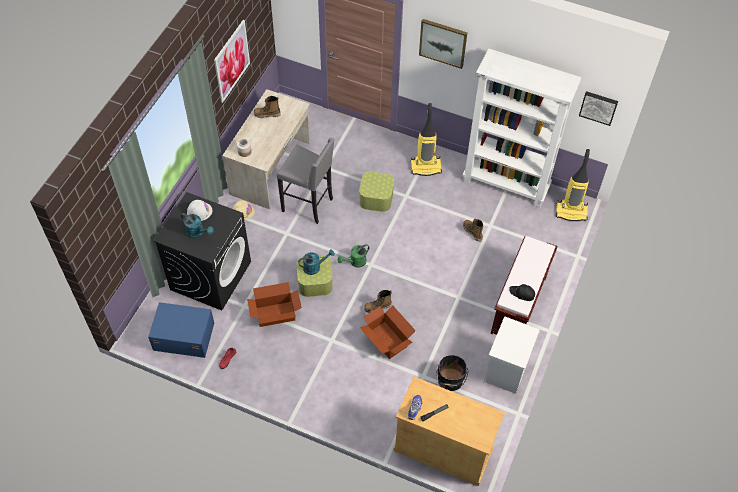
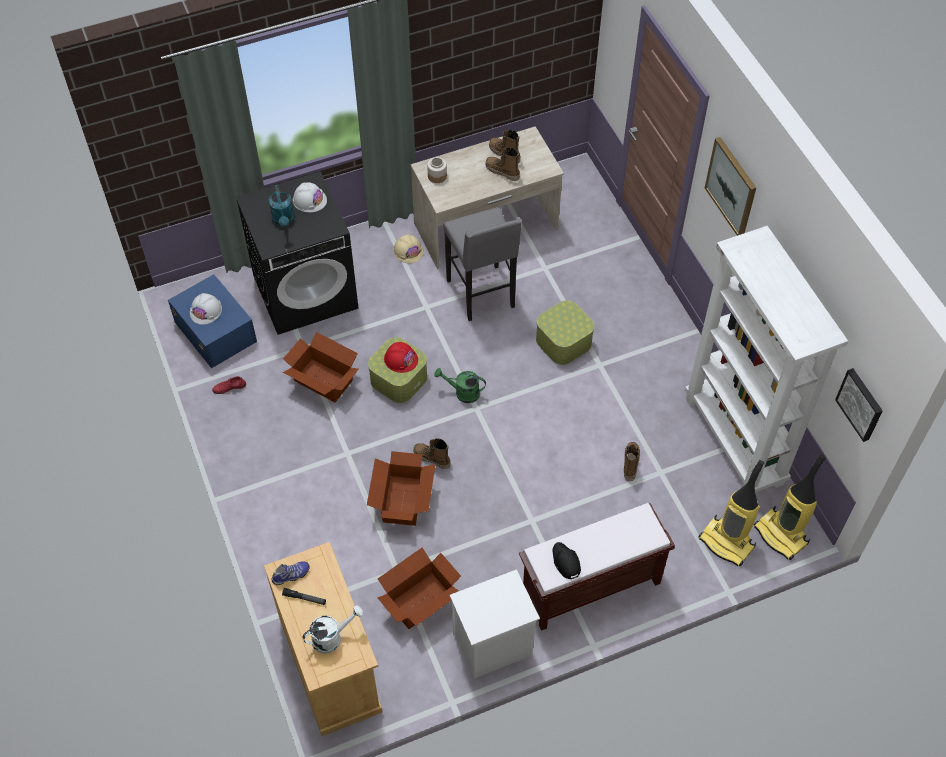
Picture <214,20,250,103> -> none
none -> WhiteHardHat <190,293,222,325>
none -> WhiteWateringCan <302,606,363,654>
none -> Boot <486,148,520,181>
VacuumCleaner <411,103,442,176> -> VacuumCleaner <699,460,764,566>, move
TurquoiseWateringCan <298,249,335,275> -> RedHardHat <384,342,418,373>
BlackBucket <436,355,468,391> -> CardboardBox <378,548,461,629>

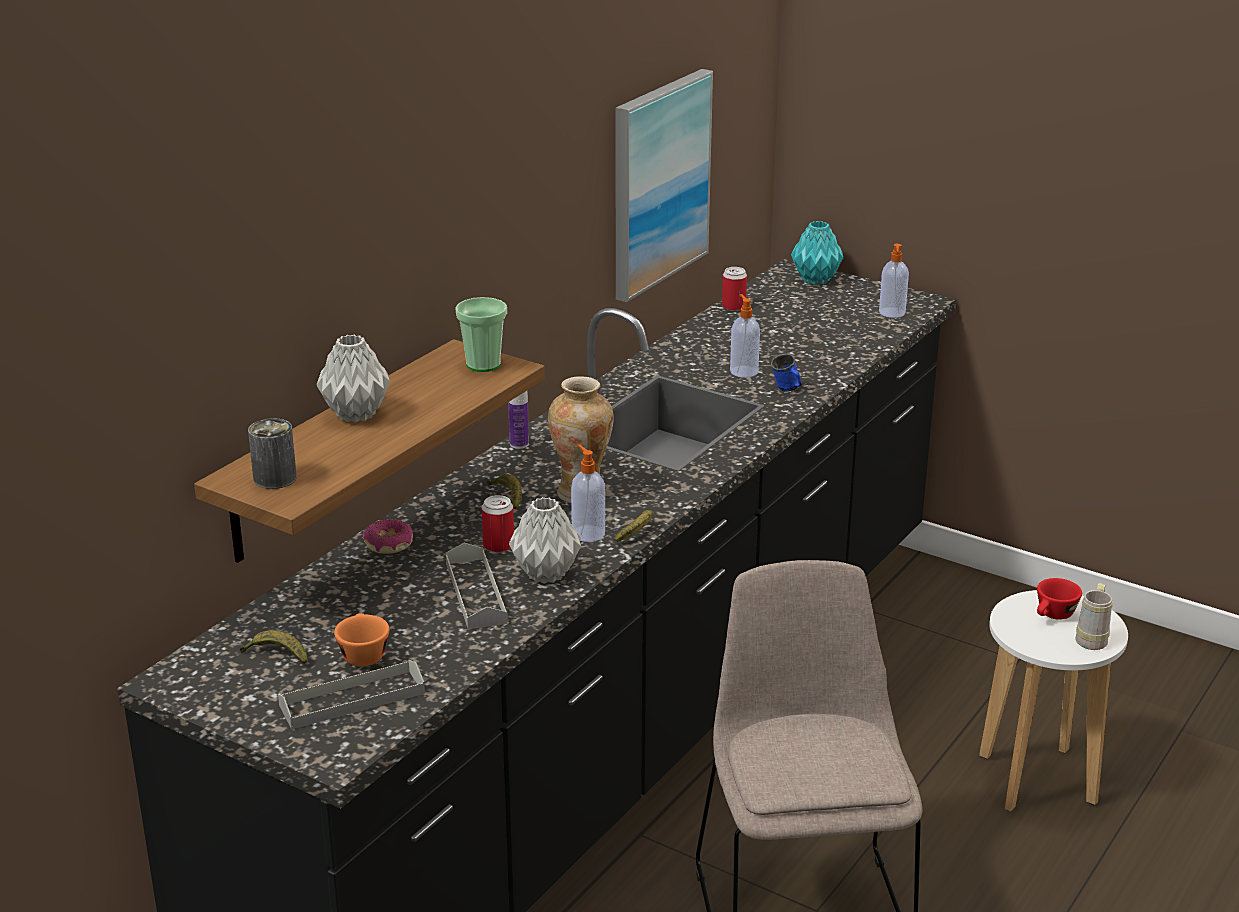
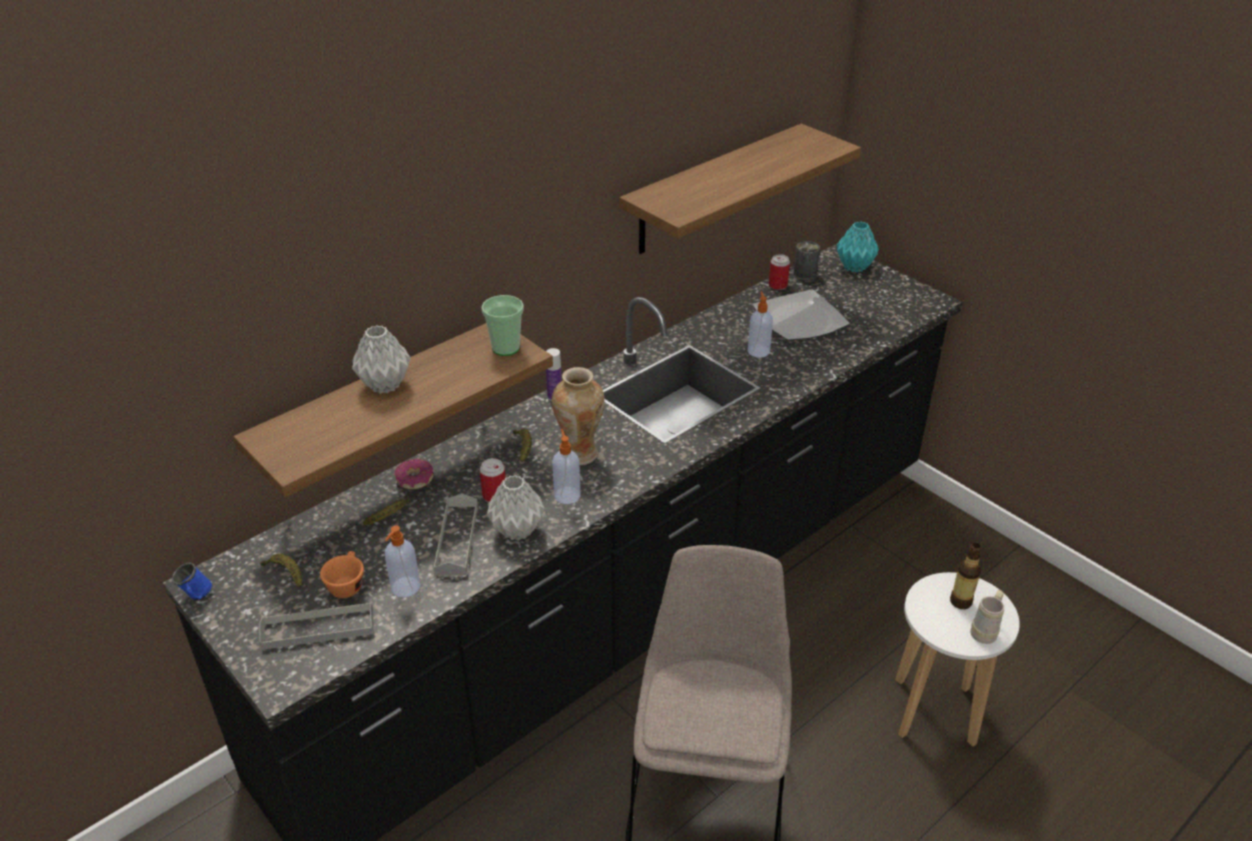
none -> Plate <753,289,850,341>
Can <248,418,297,489> -> Can <794,241,820,280>, move
Banana <614,510,654,542> -> Banana <363,497,409,525>, move
BlueMug <771,353,802,392> -> BlueMug <172,562,212,600>, move
SoapDispenser <879,244,909,318> -> SoapDispenser <385,525,420,597>, move
Picture <616,69,713,302> -> Shelf <619,124,861,254>
RedCup <1037,578,1082,620> -> Bottle <950,542,982,609>

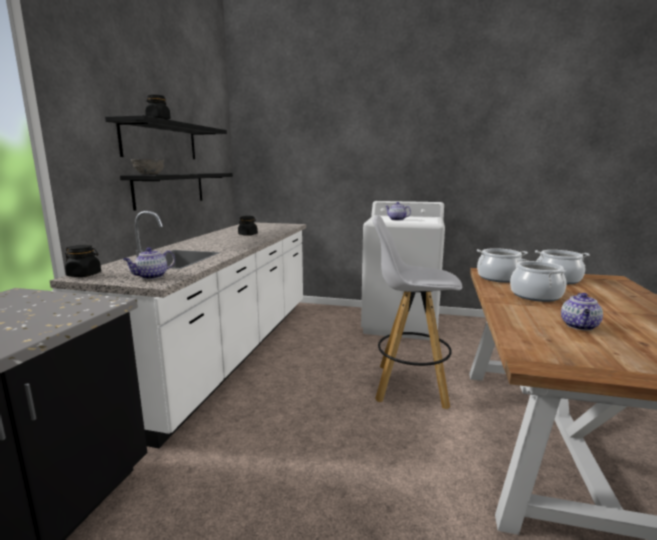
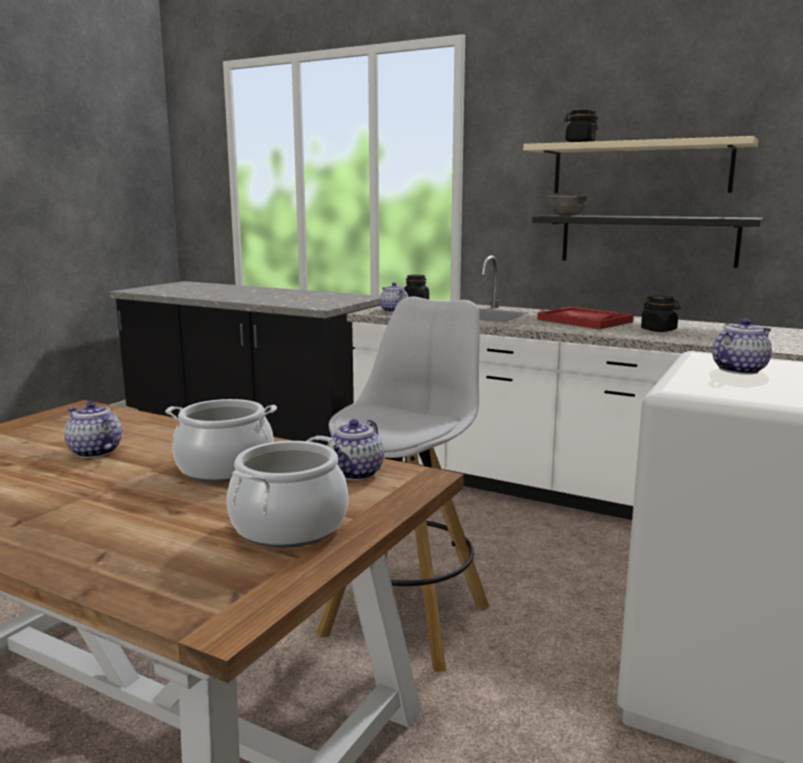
none -> RedTray <537,307,634,329>
CookingPot <477,248,528,283> -> Teapot <327,419,384,480>
BlackShelf <105,115,227,159> -> BeigeShelf <523,136,759,193>

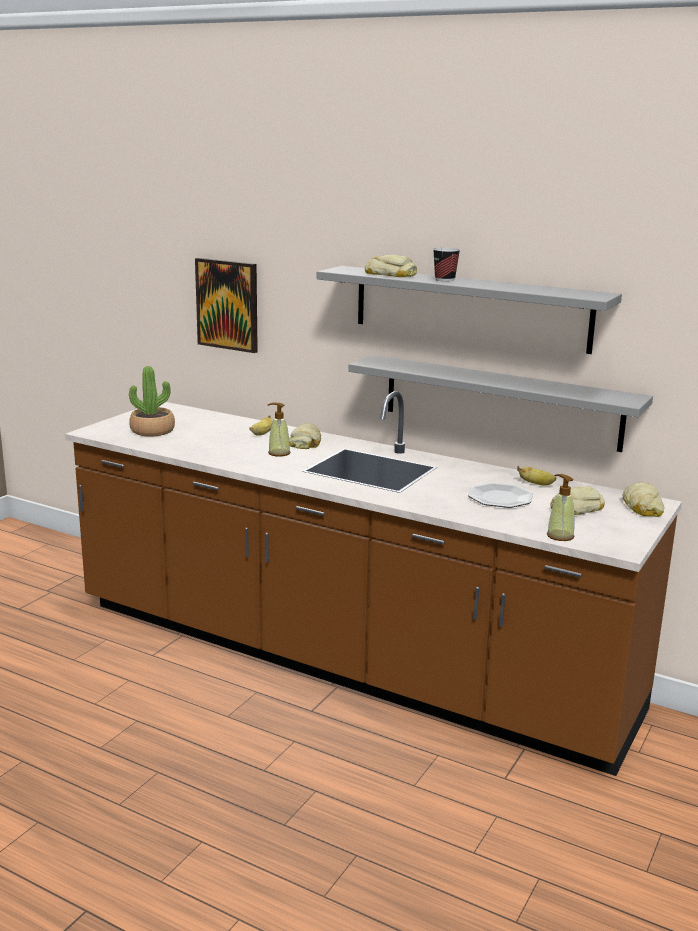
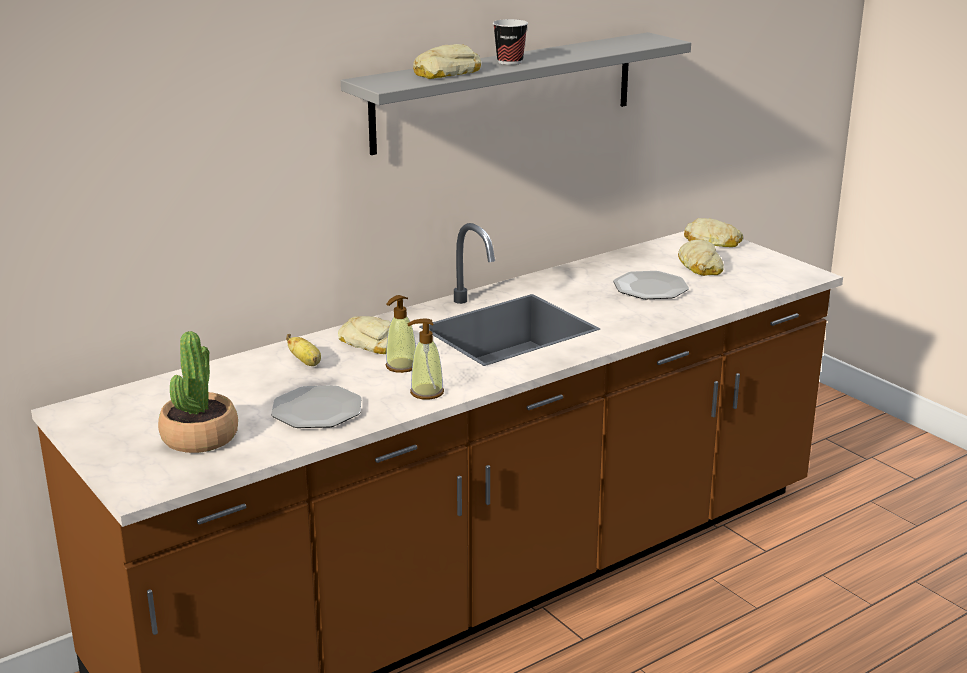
Picture <195,258,258,353> -> none
GreyShelf <348,355,653,452> -> none
Banana <517,466,556,485> -> none
none -> Plate <271,385,362,428>
SoapDispenser <547,474,575,541> -> SoapDispenser <408,318,444,400>, move

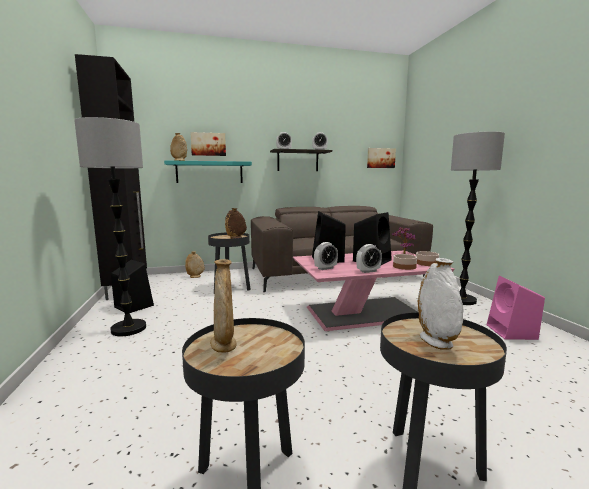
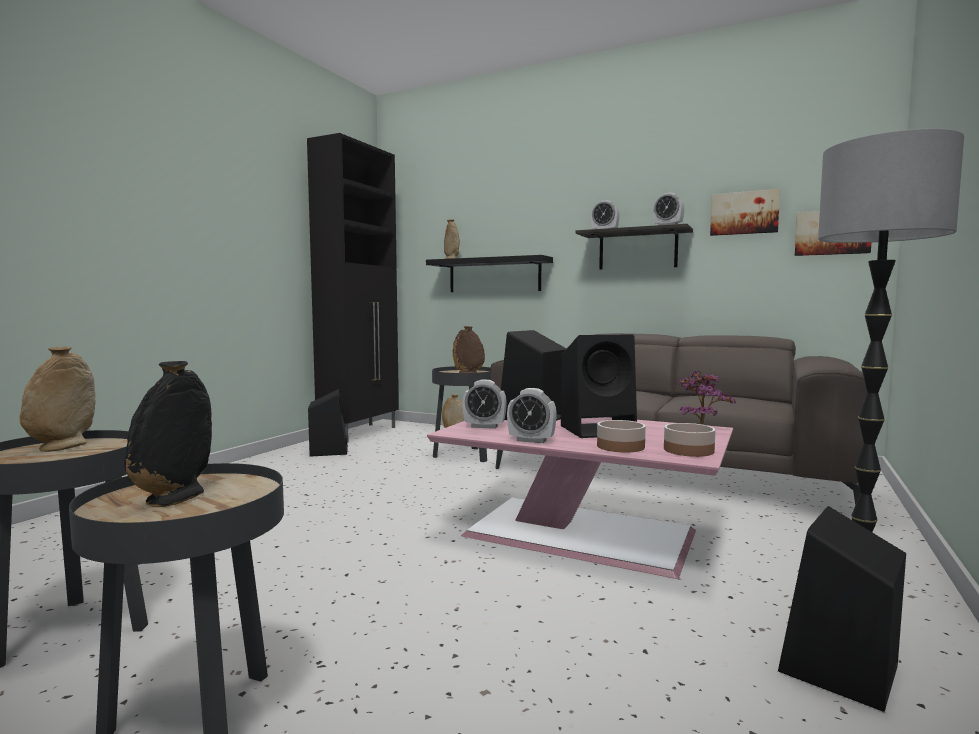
FloorLamp <74,117,146,336> -> none
Picture <190,132,226,156> -> Picture <710,189,780,236>, move
TurquoiseShelf <164,160,252,183> -> BlackShelf <426,255,553,292>
WhiteVase <418,258,463,350> -> BlackVase <124,361,212,507>
PinkSpeaker <487,276,545,340> -> BlackSpeaker <778,506,906,712>

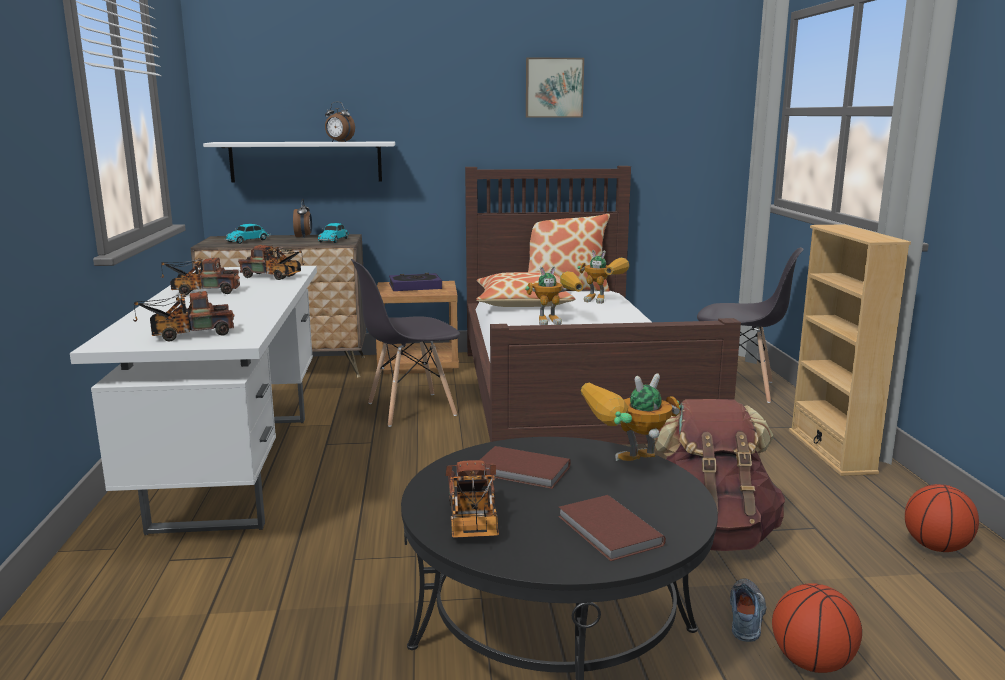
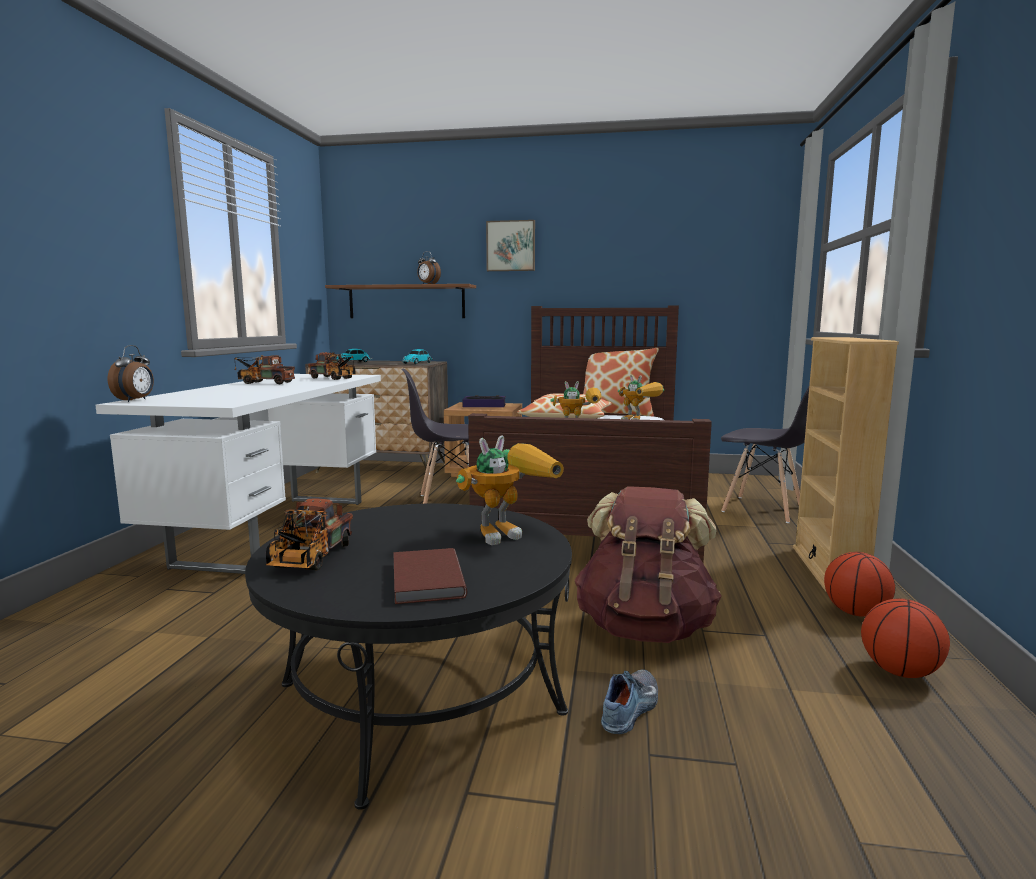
ToyTruck <133,291,234,341> -> none
BrownBook <480,446,571,489> -> none
AlarmClock <293,199,312,238> -> AlarmClock <108,345,154,402>, move
Picture <526,57,584,118> -> Picture <486,220,535,271>, move
Basketball <772,583,862,673> -> Basketball <824,552,895,616>, move
WhiteShelf <203,142,395,183> -> BrownShelf <325,284,476,318>
ToyRobot <581,373,681,461> -> ToyRobot <456,435,564,545>, 150 degrees clockwise

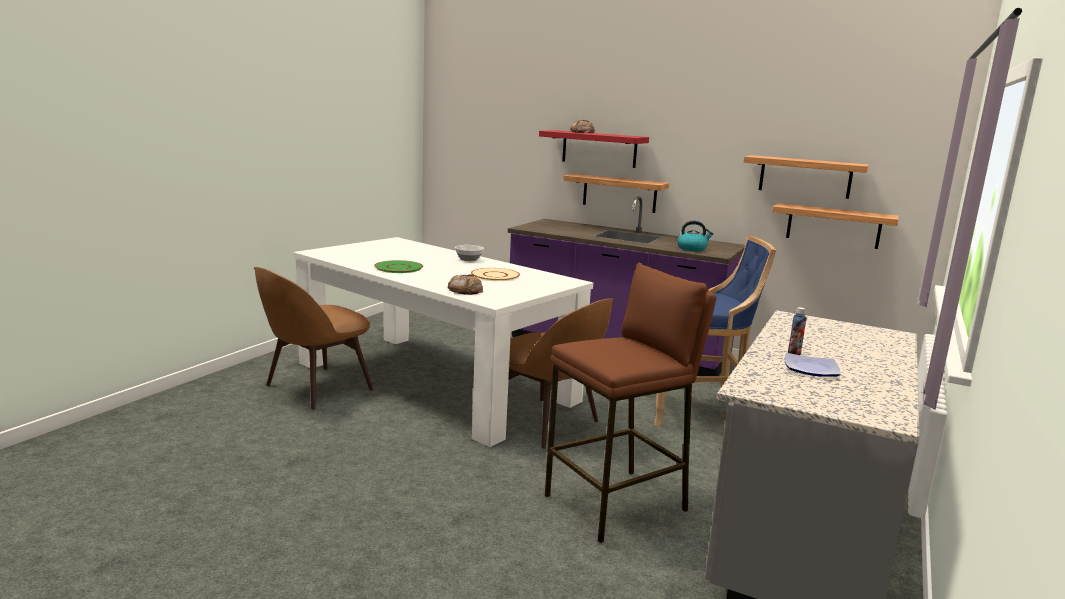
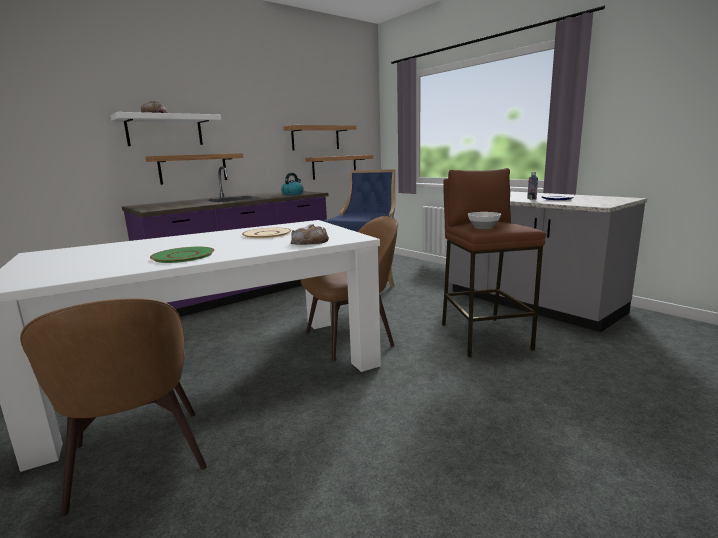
Bowl <455,245,484,261> -> Bowl <468,212,501,229>, move
RedShelf <539,130,649,168> -> WhiteShelf <110,112,221,146>

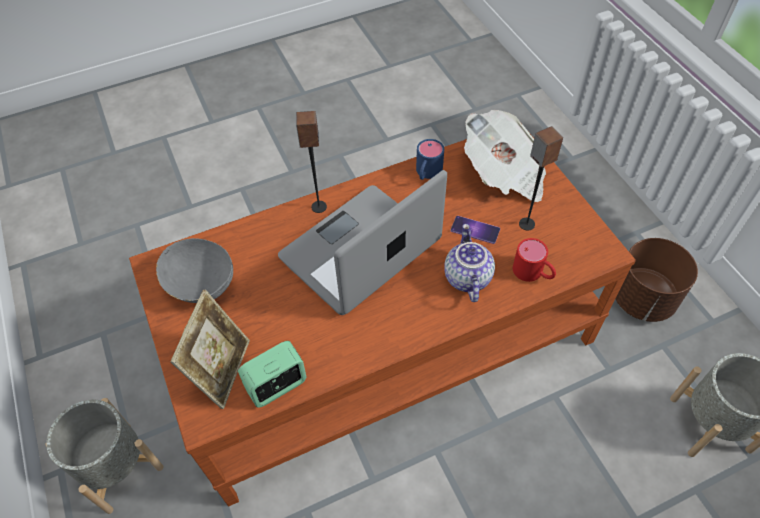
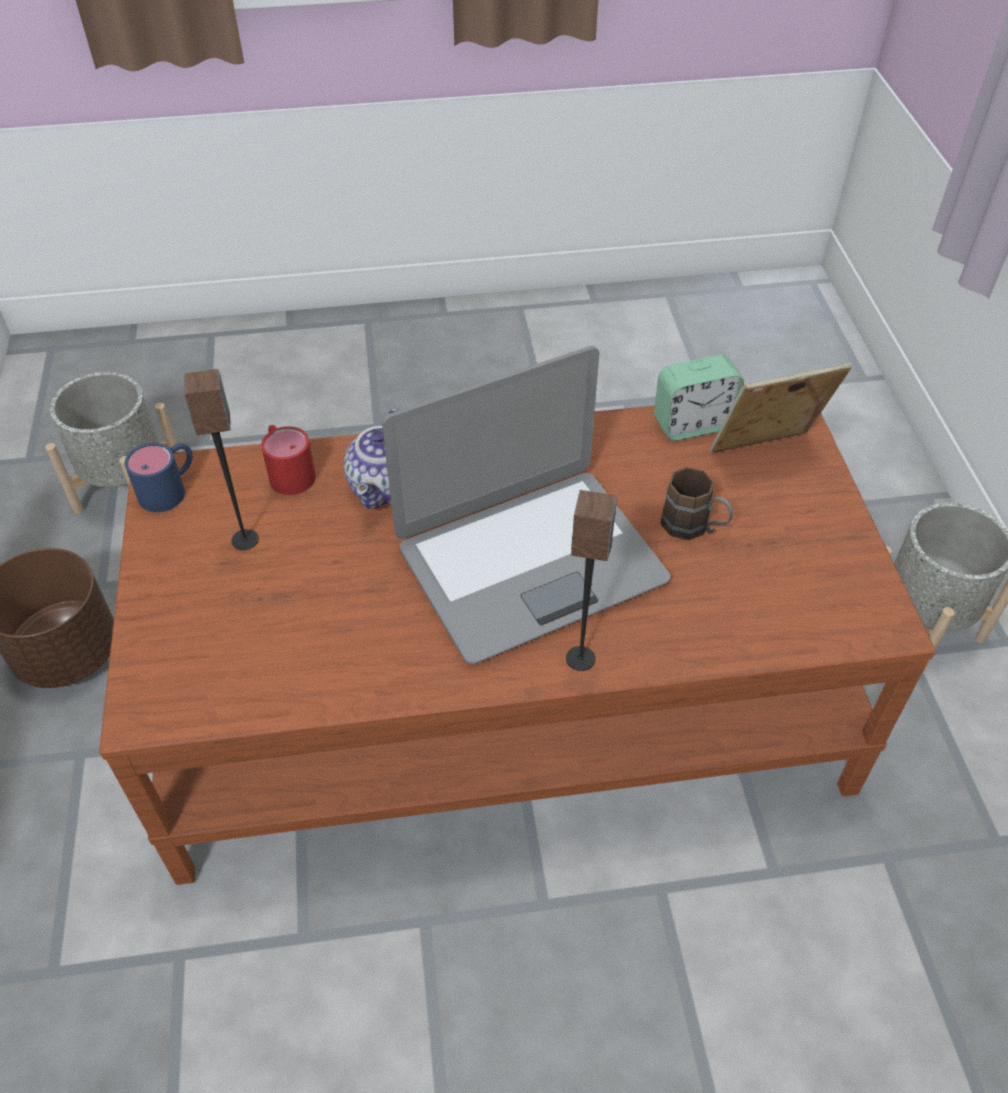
GreyBowl <156,238,233,303> -> none
Phone <450,216,500,244> -> none
Newspaper <464,110,546,202> -> none
none -> BrownMug <660,467,733,540>
BlueMug <416,139,444,180> -> BlueMug <125,443,193,512>, move
PictureFrame <170,290,250,409> -> PictureFrame <709,363,852,453>, 45 degrees clockwise

